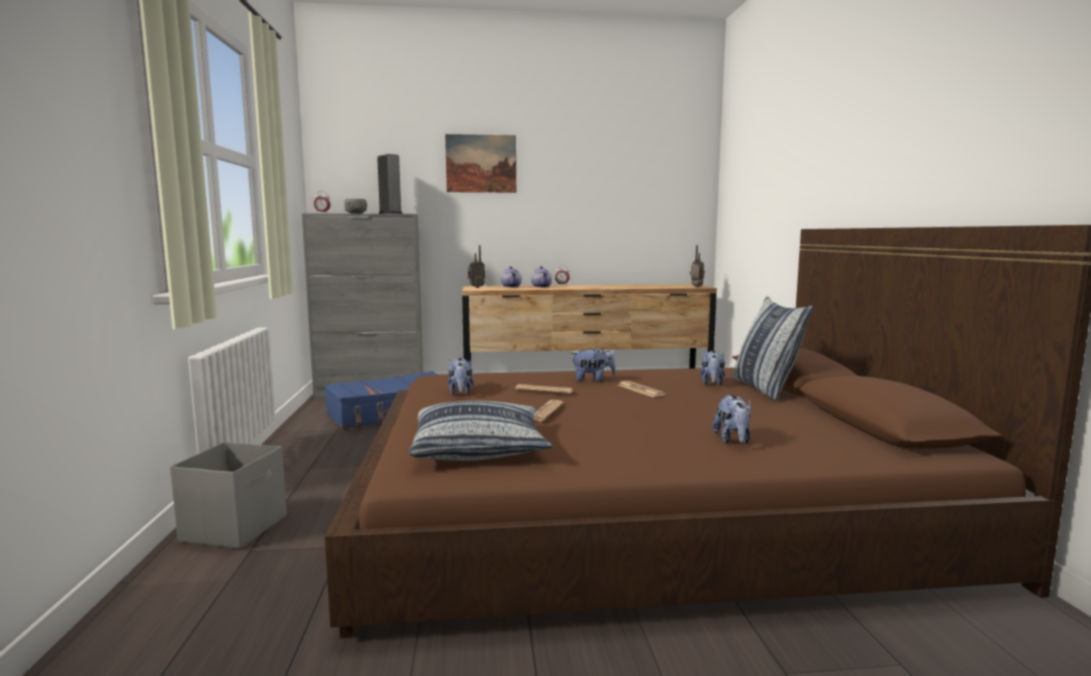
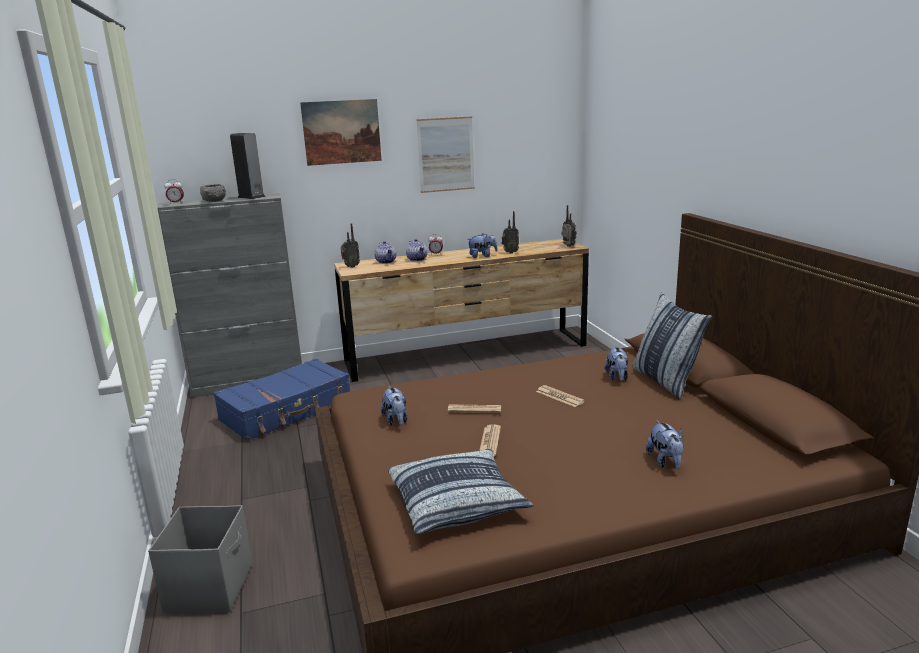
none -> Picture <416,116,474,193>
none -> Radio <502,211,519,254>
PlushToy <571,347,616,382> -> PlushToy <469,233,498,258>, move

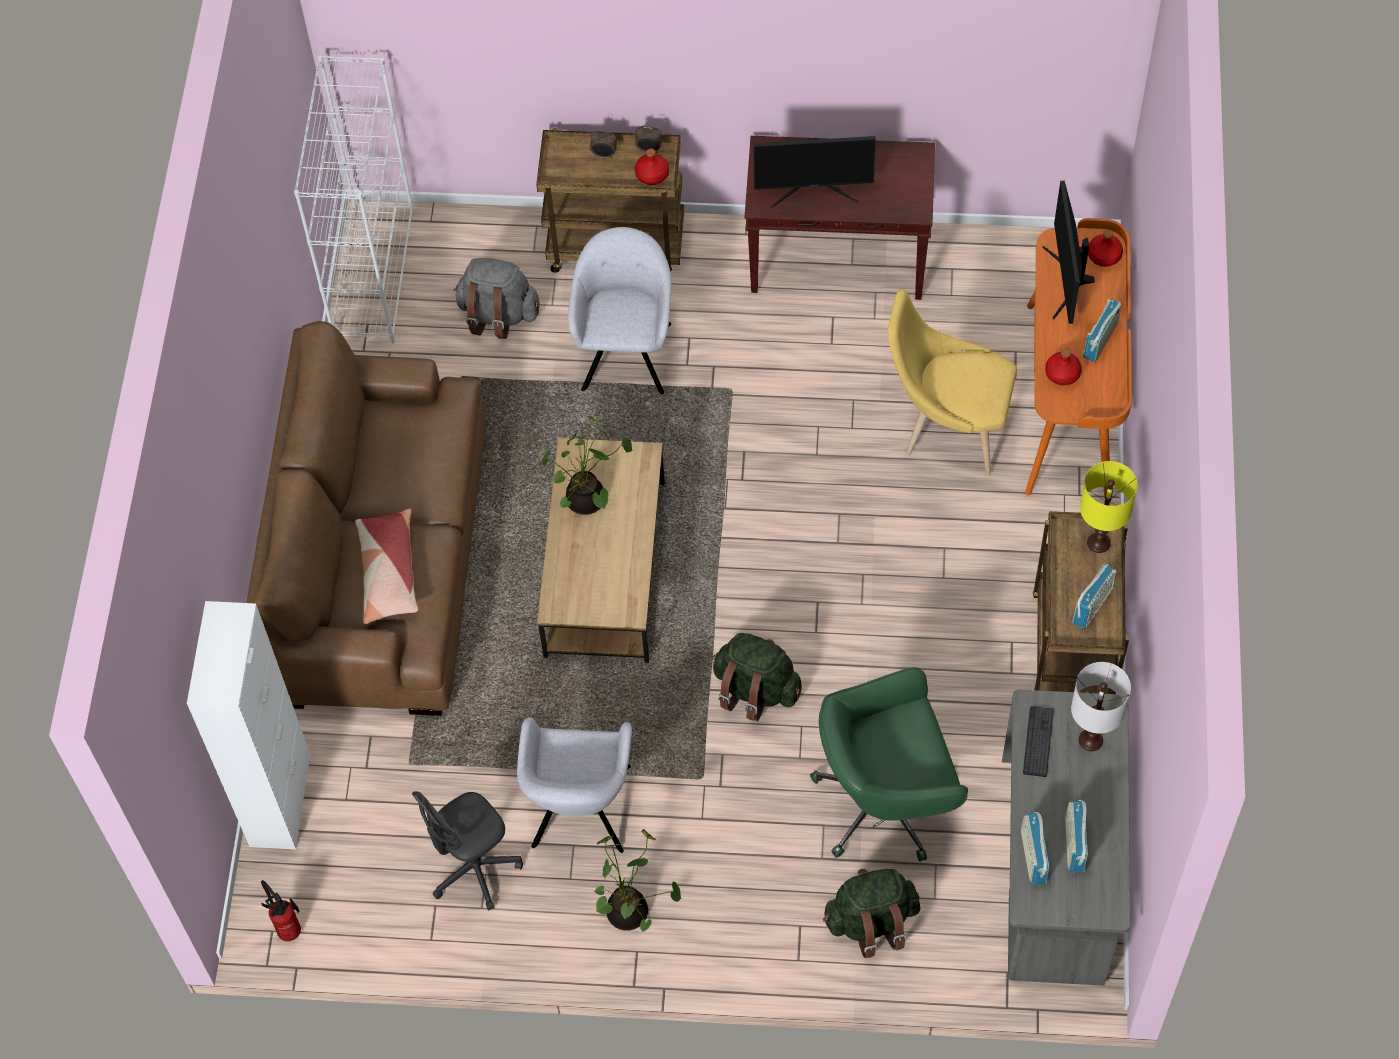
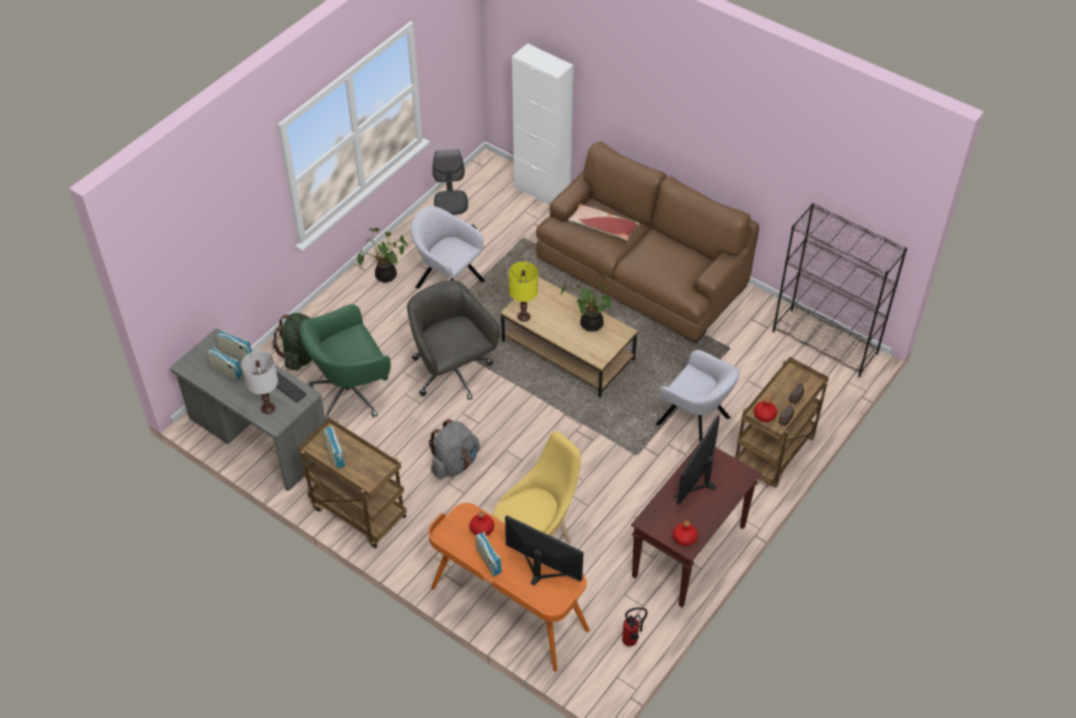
FireExtinguisher <261,880,301,941> -> FireExtinguisher <622,607,648,646>, move
GreyBackpack <454,258,540,339> -> GreyBackpack <429,419,480,479>, move
YellowTableLamp <1080,461,1138,553> -> YellowTableLamp <509,262,538,322>, move
RedBottle <1088,230,1123,267> -> RedBottle <673,521,698,546>, move
GreenBackpack <713,633,802,721> -> GreyOfficeChair <407,280,500,400>
WhiteBookcase <294,55,414,343> -> BlackBookcase <773,203,907,377>
GreenOfficeChair <810,667,968,861> -> GreenOfficeChair <300,304,391,420>, 135 degrees counterclockwise

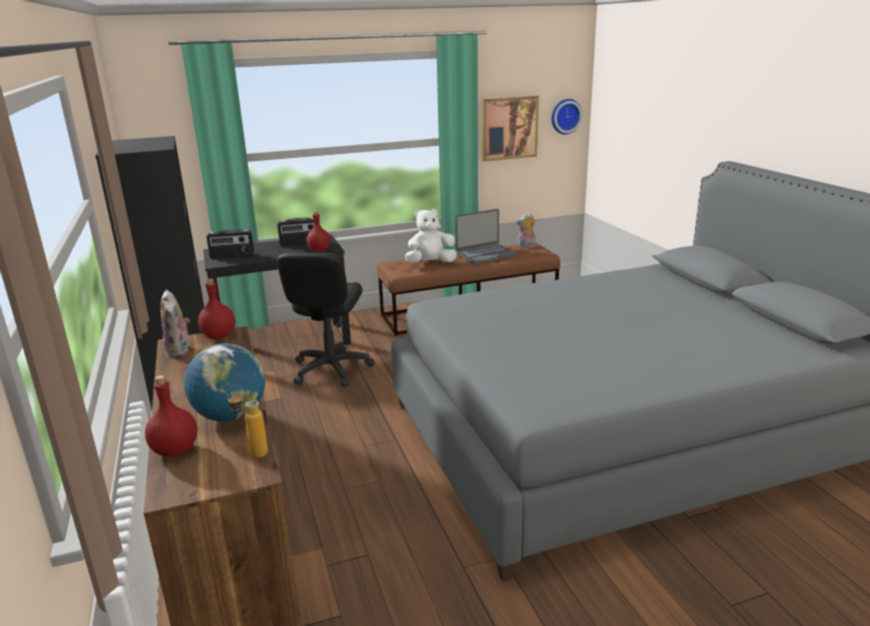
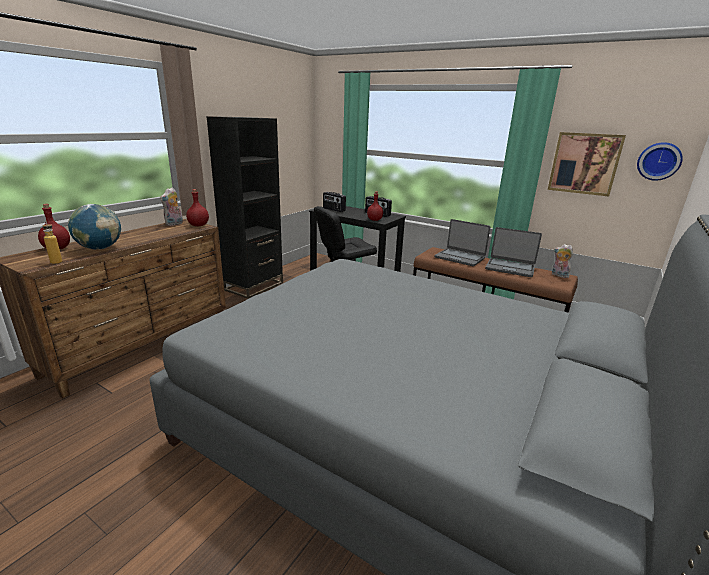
WhitePlushToy <405,209,457,262> -> Laptop <434,219,490,266>

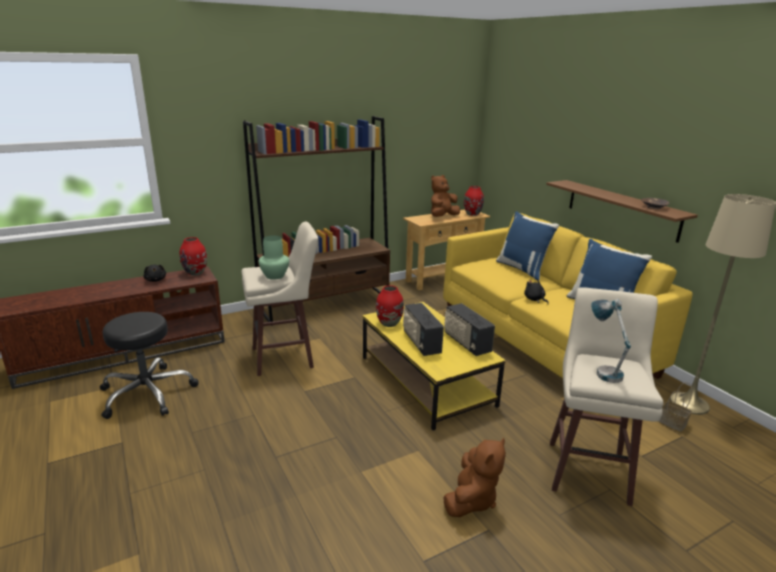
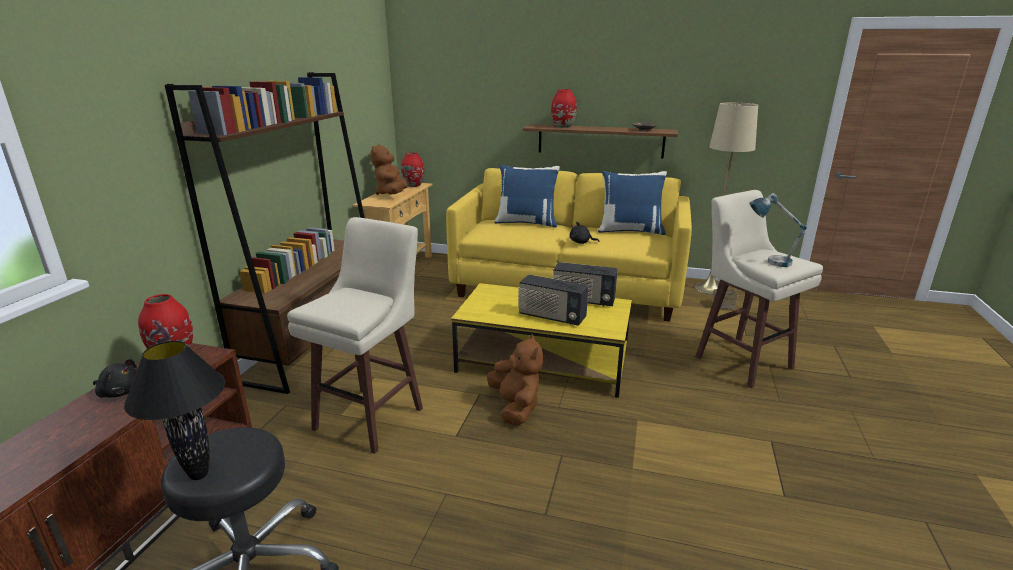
GreenVase <258,236,289,280> -> none
none -> BlackTableLamp <124,341,225,480>
RedVase <376,285,404,327> -> RedVase <551,89,577,128>, move
BrownPlushToy <444,438,506,517> -> BrownPlushToy <487,334,543,426>, move

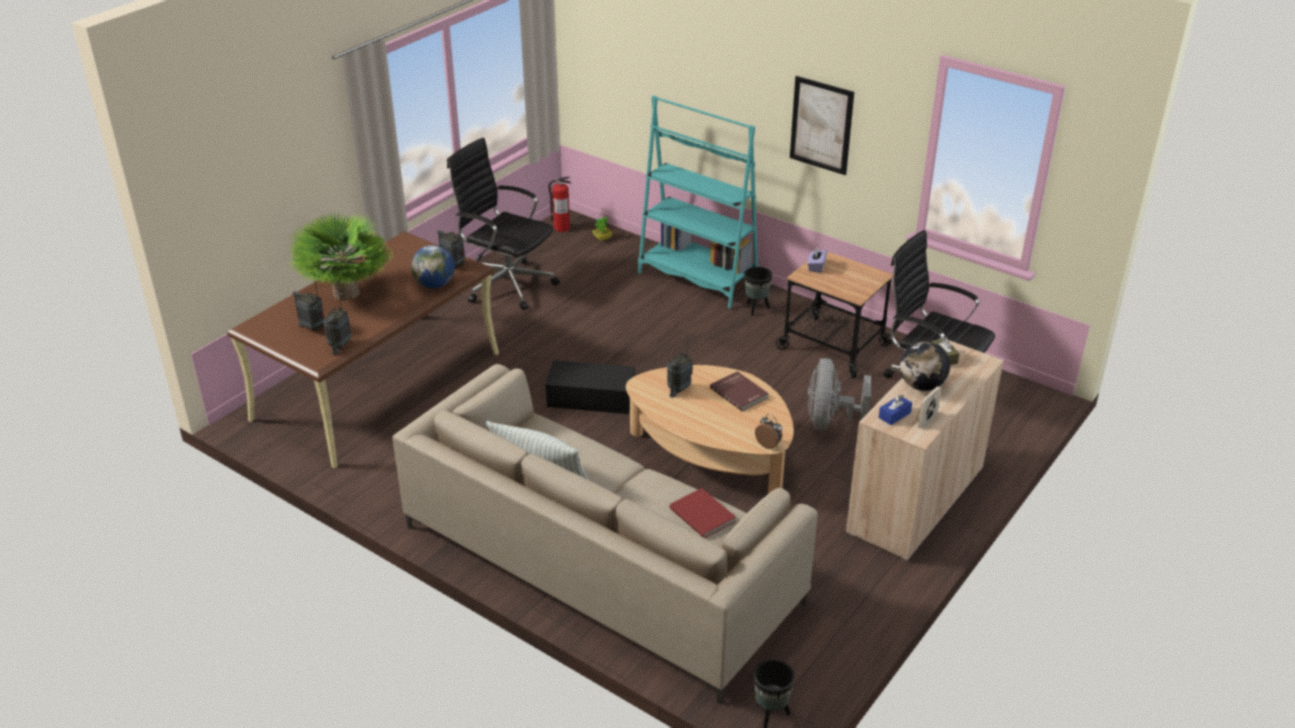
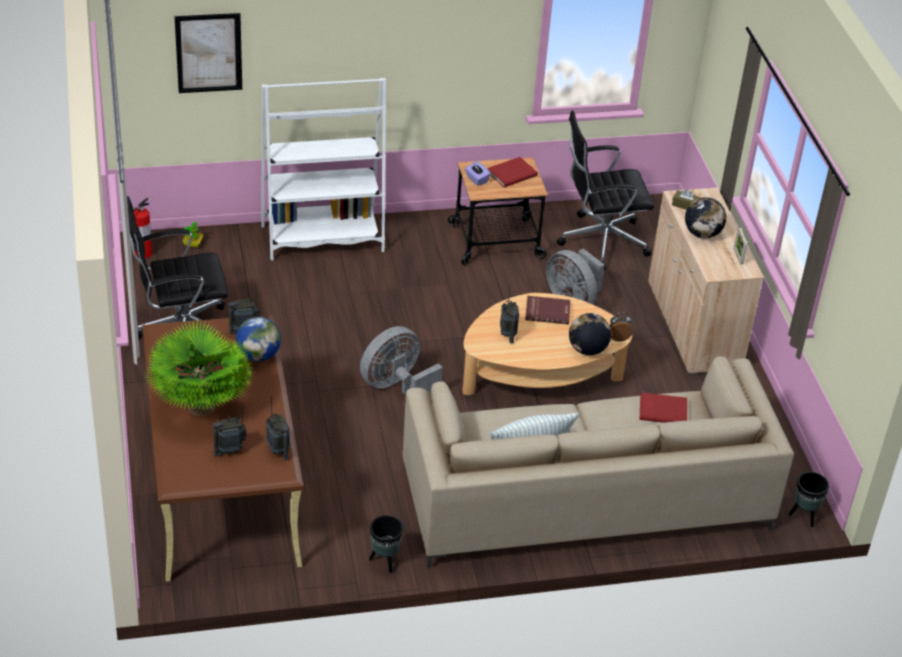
BlueTissueBox <879,394,912,425> -> none
none -> RedBook <487,157,538,187>
none -> Globe <569,313,611,355>
BlackPlanter <744,267,772,316> -> BlackPlanter <369,515,404,573>, move
Picture <790,76,854,175> -> Picture <174,13,242,93>, move
BlackStorageBox <545,360,636,414> -> GreyFan <360,326,443,396>
TurquoiseBookcase <638,95,758,309> -> WhiteBookcase <261,78,386,260>

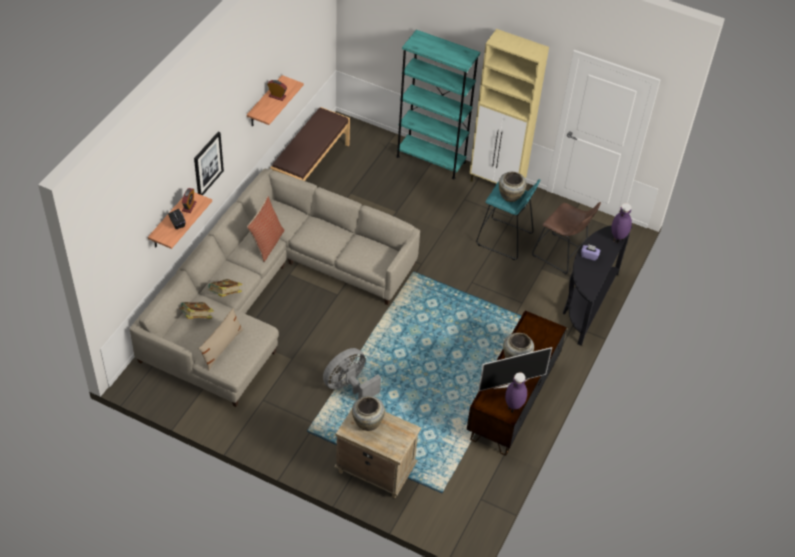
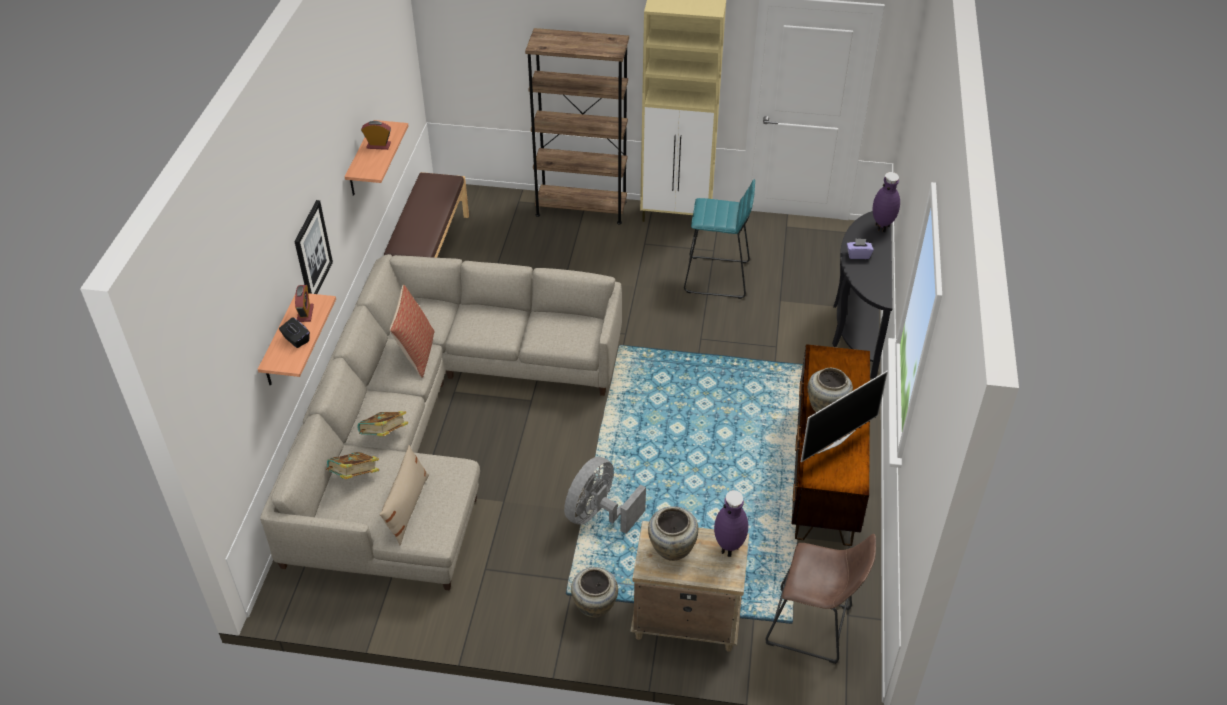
BeigeVase <499,172,527,202> -> BeigeVase <571,567,618,618>, move
PurpleVase <505,372,527,413> -> PurpleVase <714,490,748,557>, move
BrownStool <532,202,601,274> -> BrownStool <765,534,876,664>, move
TurquoiseBookcase <396,30,480,179> -> BrownBookcase <525,28,629,225>

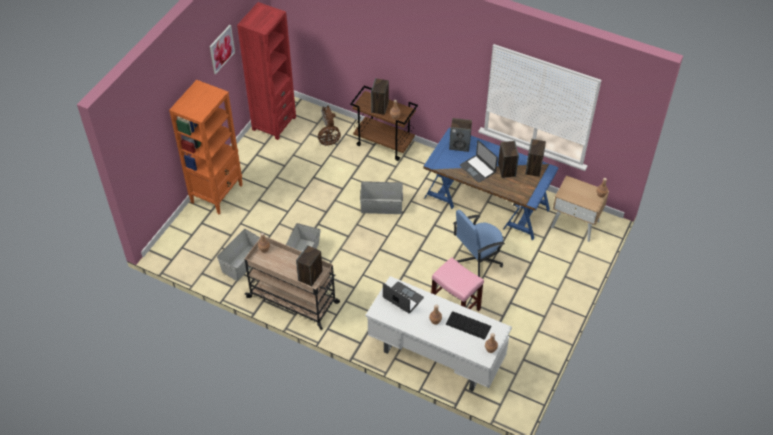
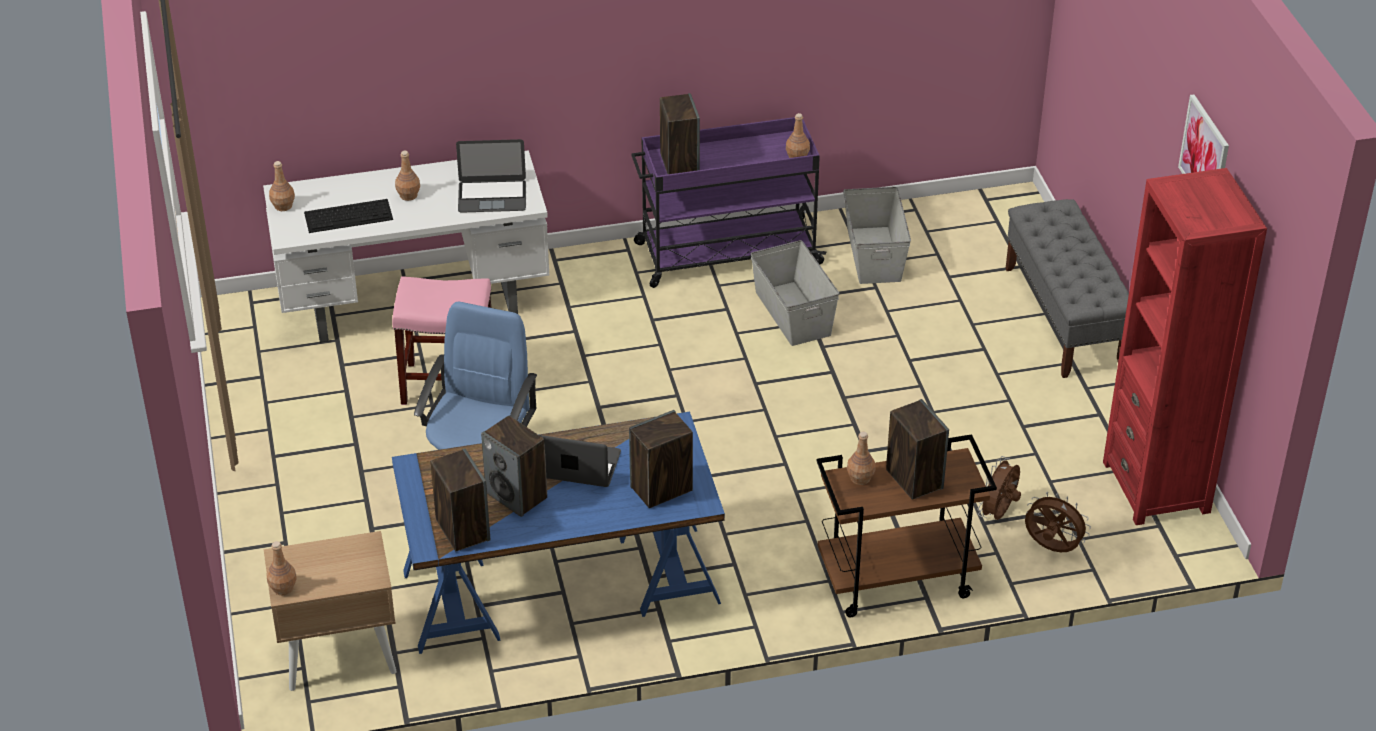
GreyStorageBox <360,181,403,214> -> none
OrangeBookcase <169,80,243,215> -> GreyBench <1006,199,1129,378>
BeigeCart <244,236,340,330> -> PurpleCart <631,117,827,288>

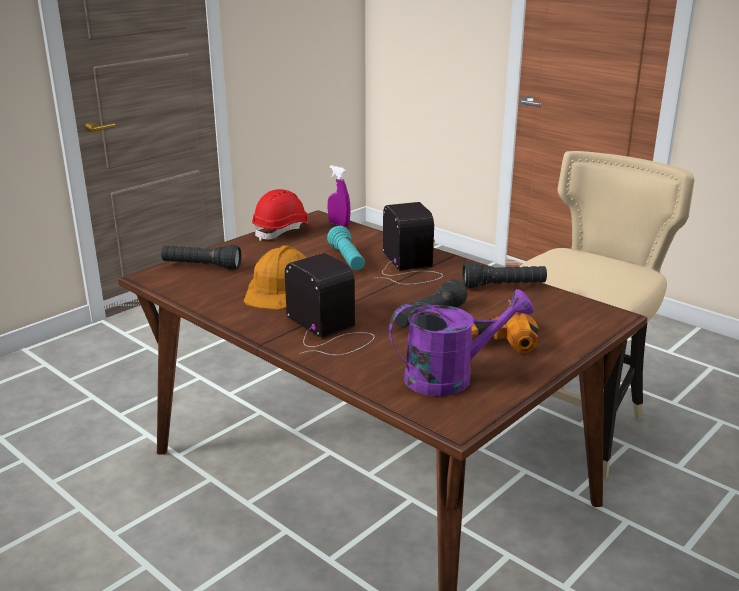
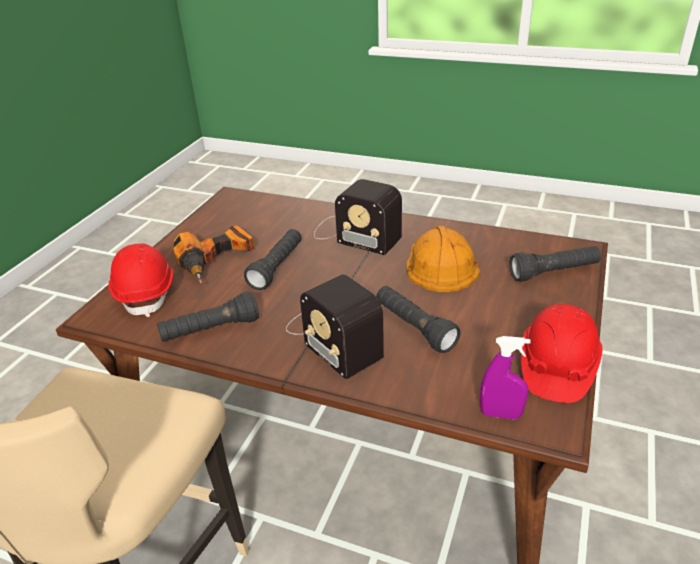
PurpleWateringCan <389,289,534,396> -> none
none -> RedHardHat <108,243,174,317>
TurquoiseFlashlight <327,226,365,270> -> BlackFlashlight <376,286,461,353>

